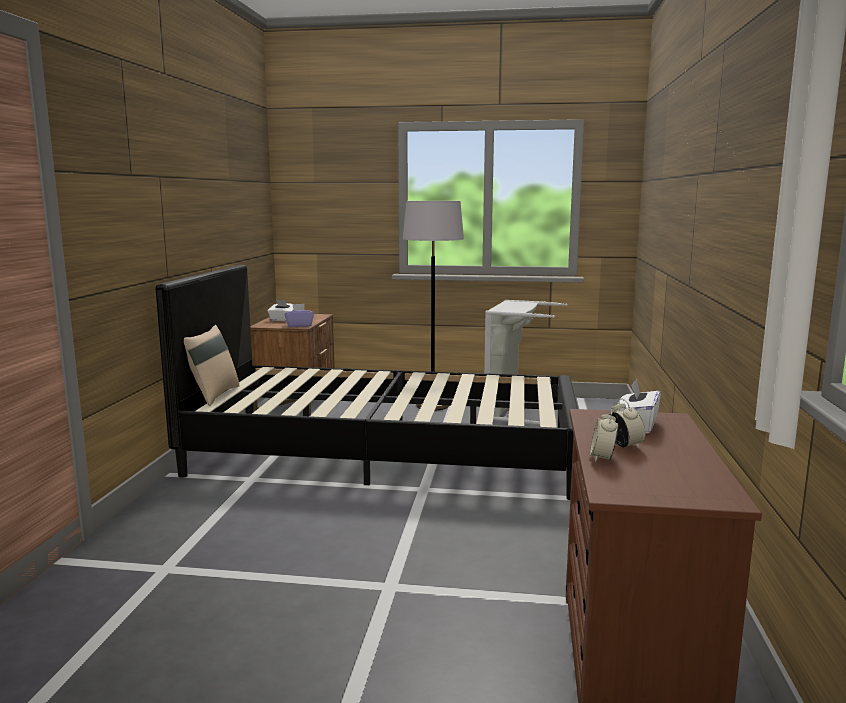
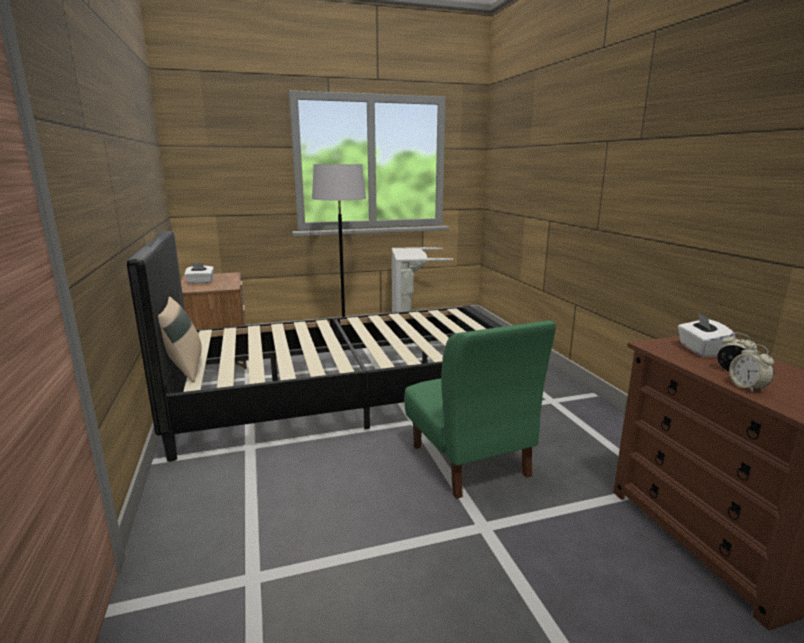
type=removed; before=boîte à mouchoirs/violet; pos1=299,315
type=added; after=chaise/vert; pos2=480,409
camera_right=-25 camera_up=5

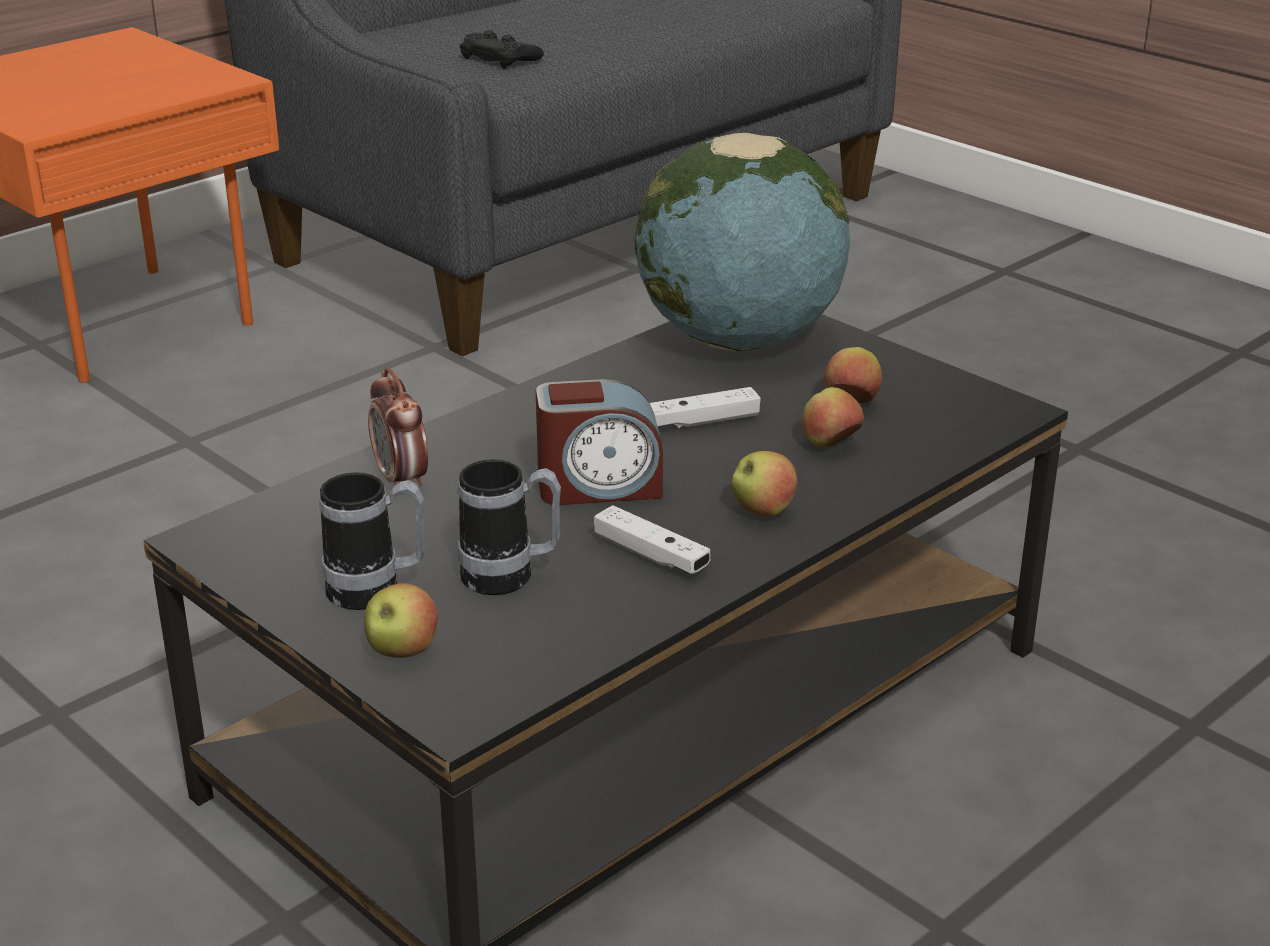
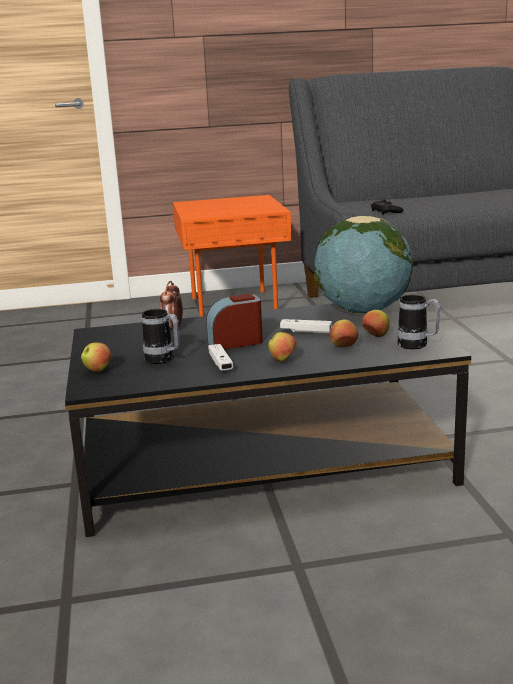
type=moved; before=mug; pos1=372,541; pos2=419,322
type=turned; before=réveil; pos1=599,442; pos2=234,321; turn=135
camera_right=35 camera_up=-10

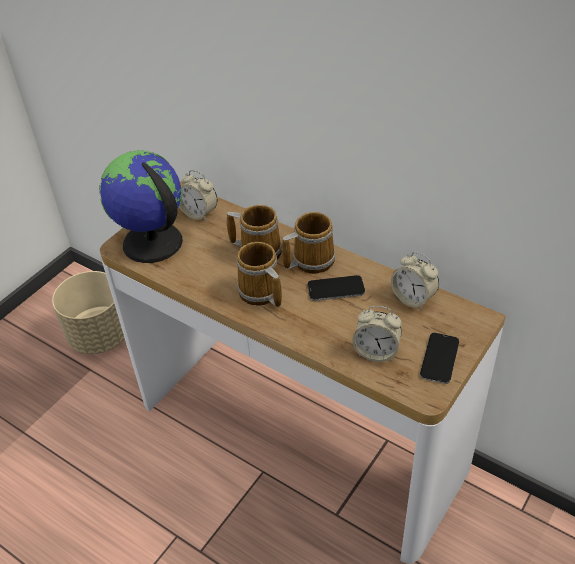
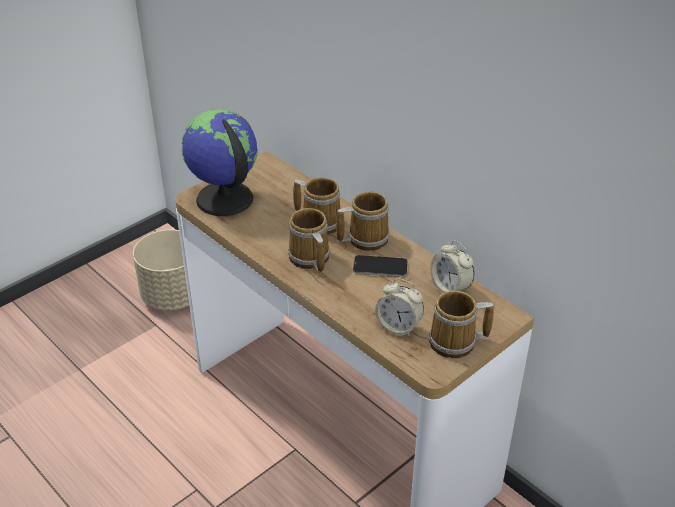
type=removed; before=réveil; pos1=198,196
type=replaced; before=téléphone; after=mug; pos1=439,358; pos2=461,324
camera_right=10 camera_up=-5

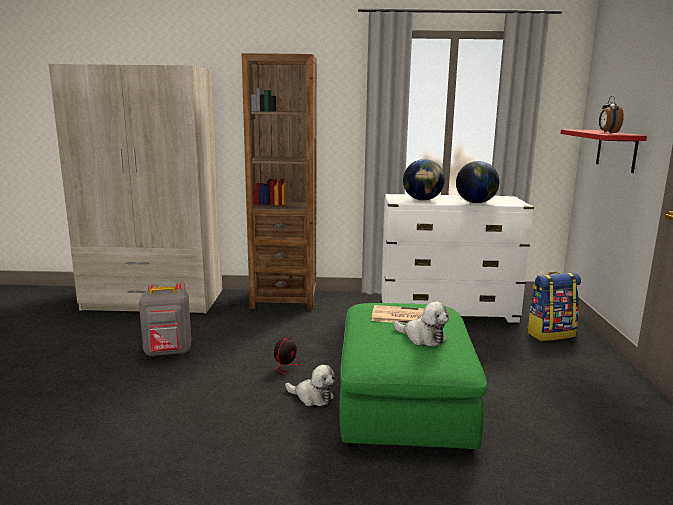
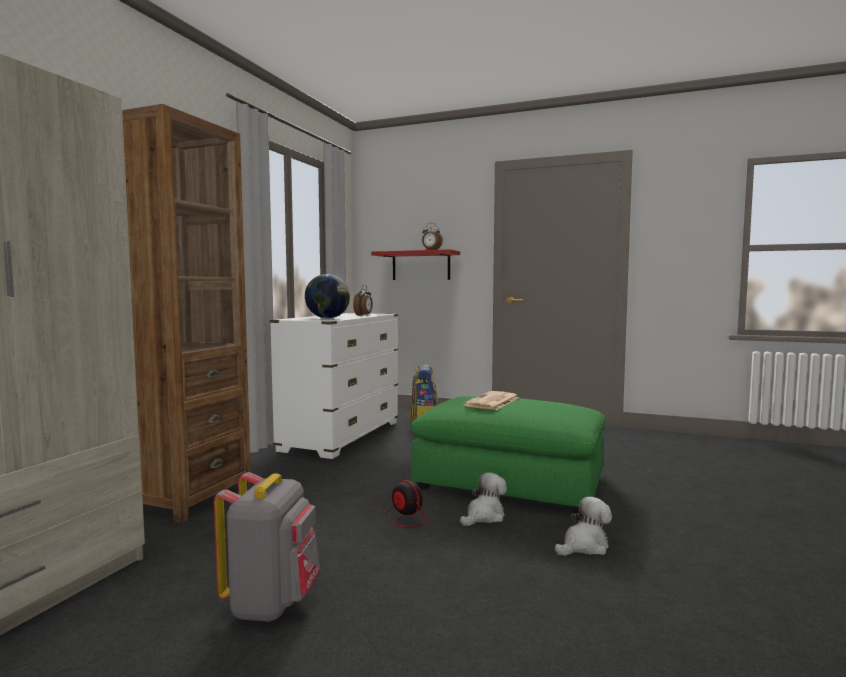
type=moved; before=peluche; pos1=421,324; pos2=583,526
type=replaced; before=globe; after=réveil; pos1=477,182; pos2=363,300
camera_right=-70 camera_up=-10

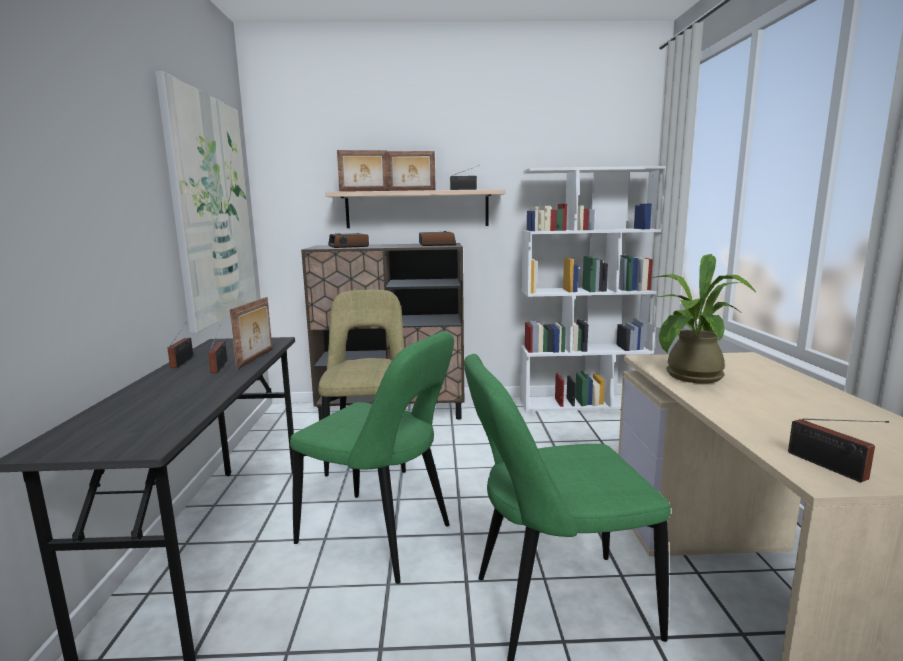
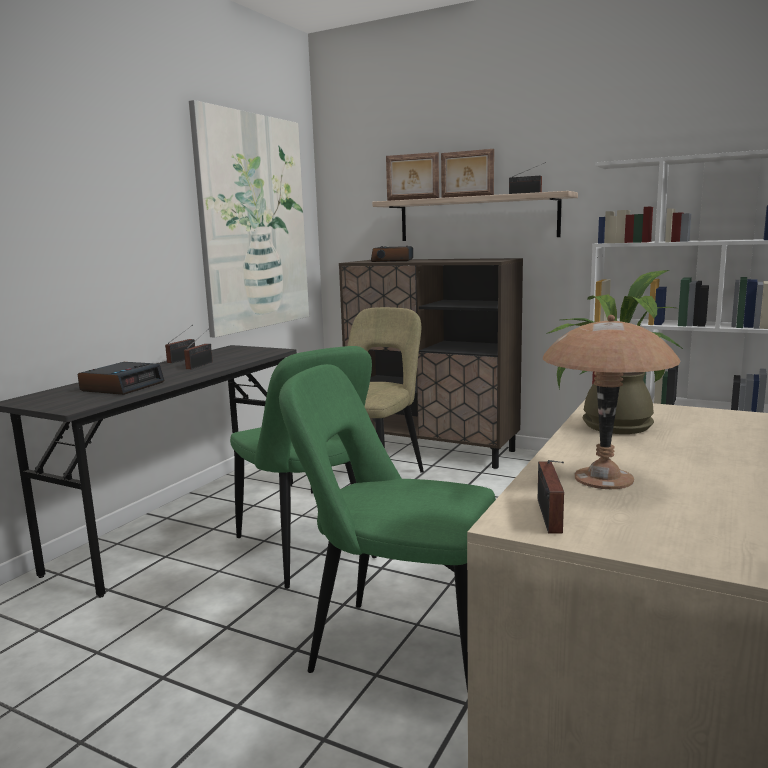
type=removed; before=cadre photo; pos1=251,333
type=added; after=lampe de table/marron; pos2=612,402
type=moved; before=réveil; pos1=437,238; pos2=121,378
camera_right=30 camera_up=0

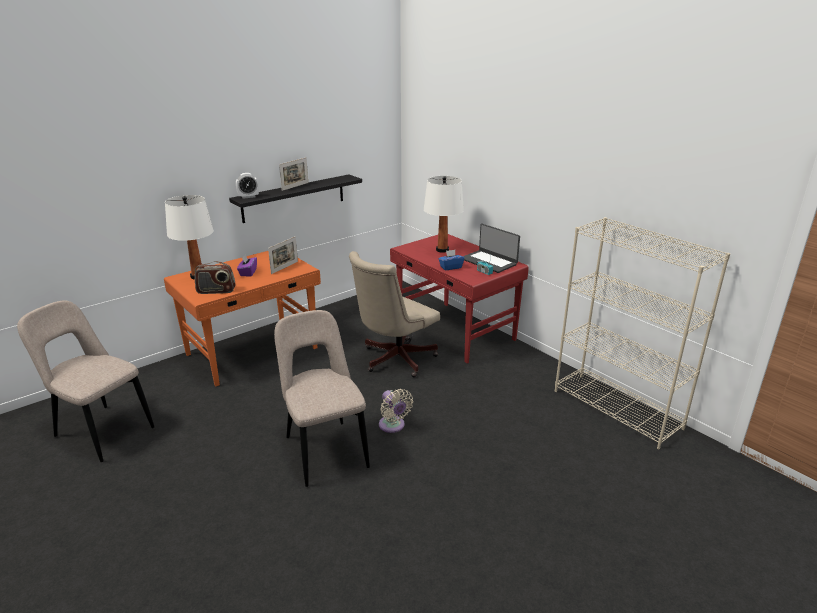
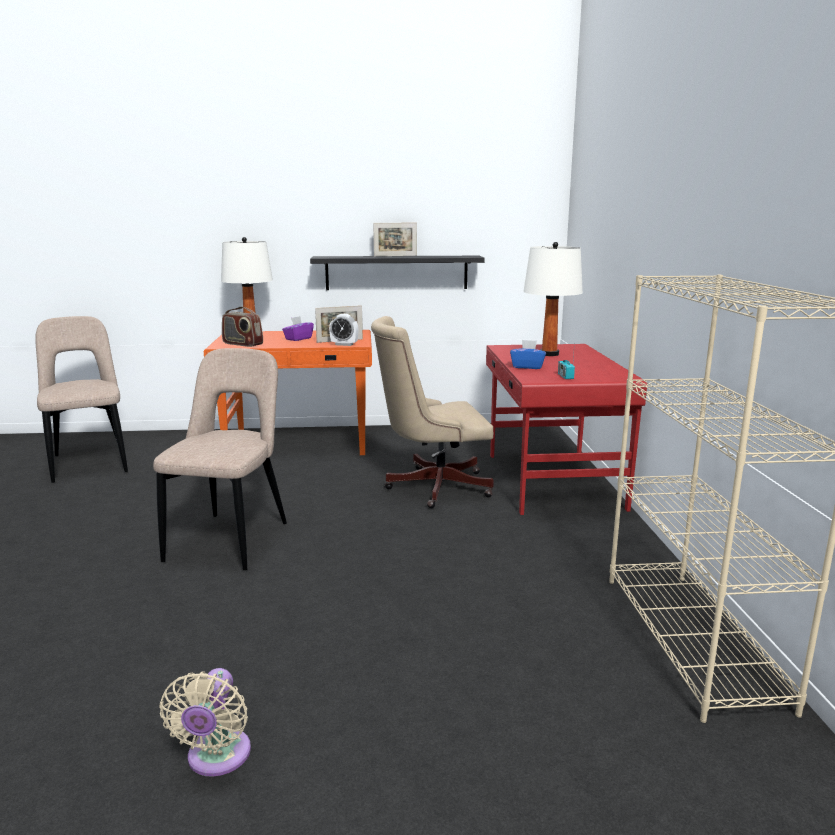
type=removed; before=ordinateur portable; pos1=491,248
type=moved; before=réveil; pos1=247,186; pos2=343,330
type=moved; before=ventilateur/beige; pos1=396,411; pos2=205,722
camera_right=35 camera_up=-10

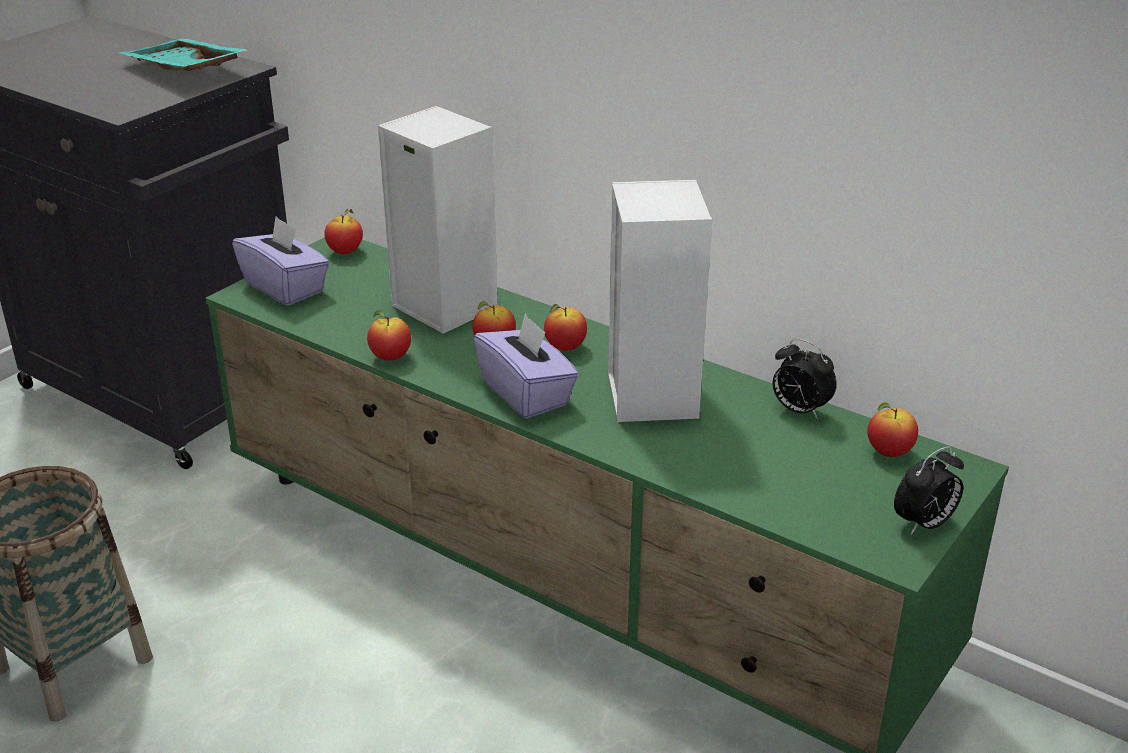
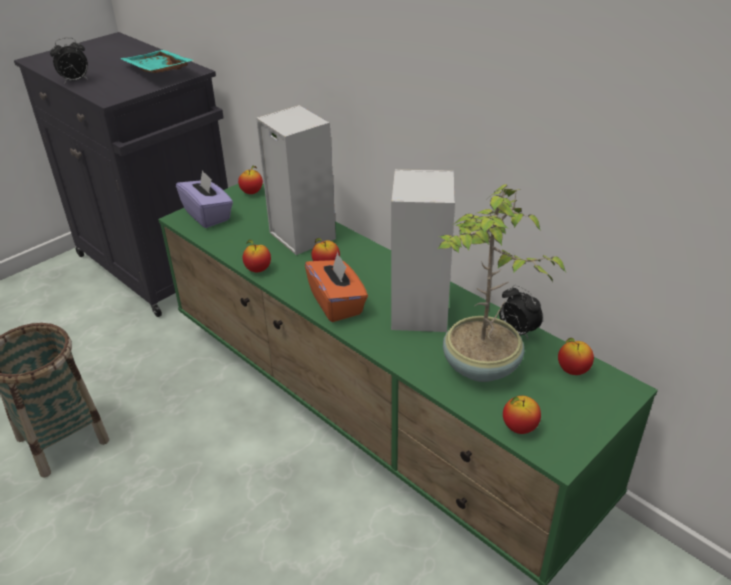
type=added; after=plante en pot; pos2=502,283
type=moved; before=pomme; pos1=565,327; pos2=522,415
type=moved; before=réveil; pos1=929,490; pos2=69,60
type=recoloured; before=boîte à mouchoirs/violet; after=boîte à mouchoirs/orange; pos1=526,366; pos2=336,287
camera_right=10 camera_up=5

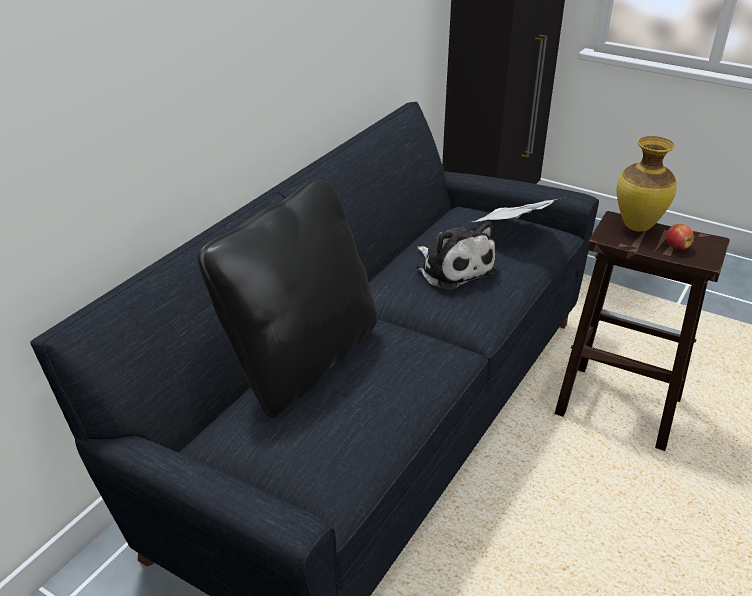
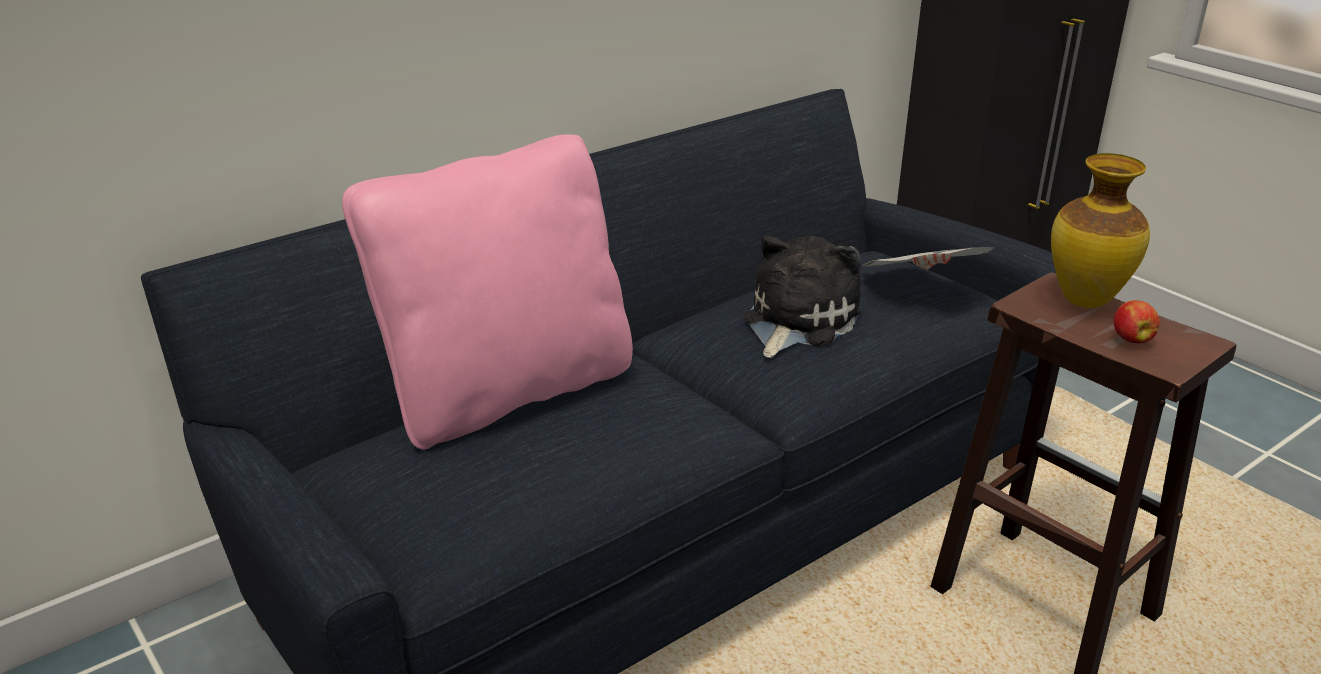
type=recoloured; before=coussin/noir; after=coussin/rose; pos1=287,297; pos2=487,291
type=turned; before=peluche; pos1=456,256; pos2=802,297; turn=-135
camera_right=20 camera_up=-5

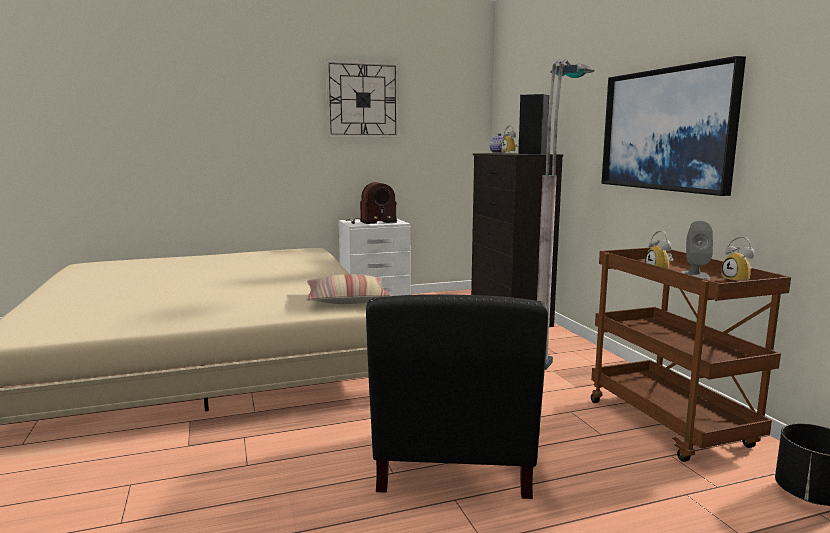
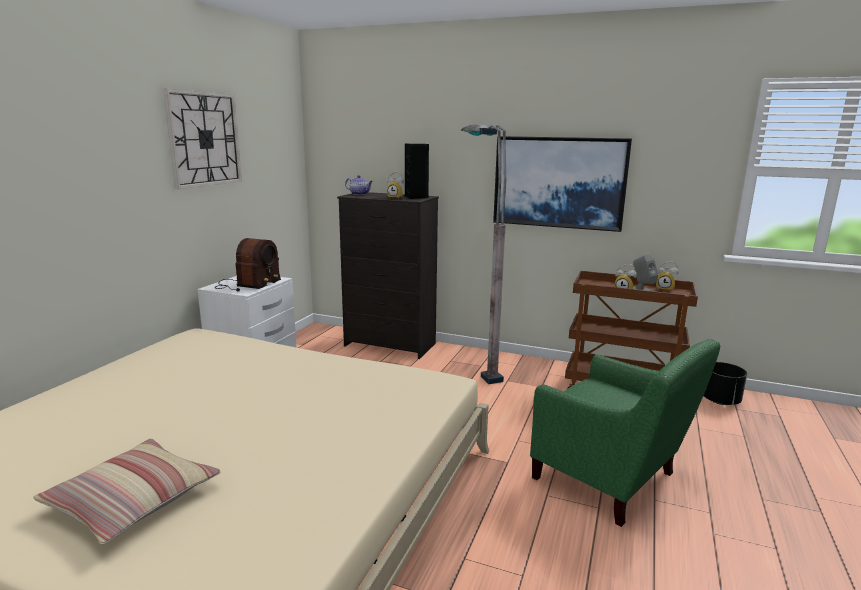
type=moved; before=coussin; pos1=348,289; pos2=127,492
type=recoloured; before=fauteuil/noir; after=fauteuil/vert; pos1=457,396; pos2=625,433
camera_right=-50 camera_up=5

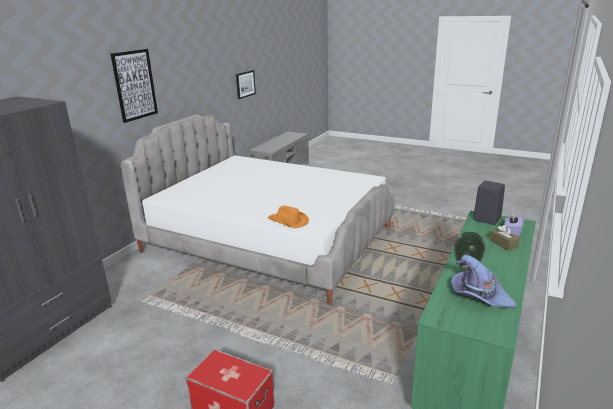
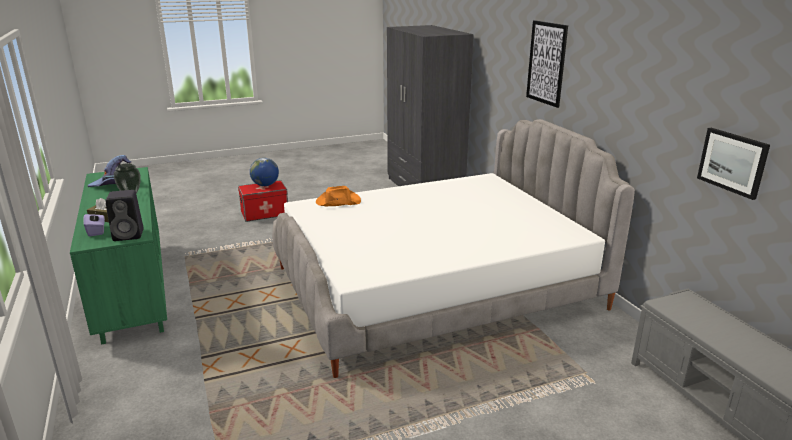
type=added; after=globe; pos2=264,172
camera_right=130 camera_up=0

